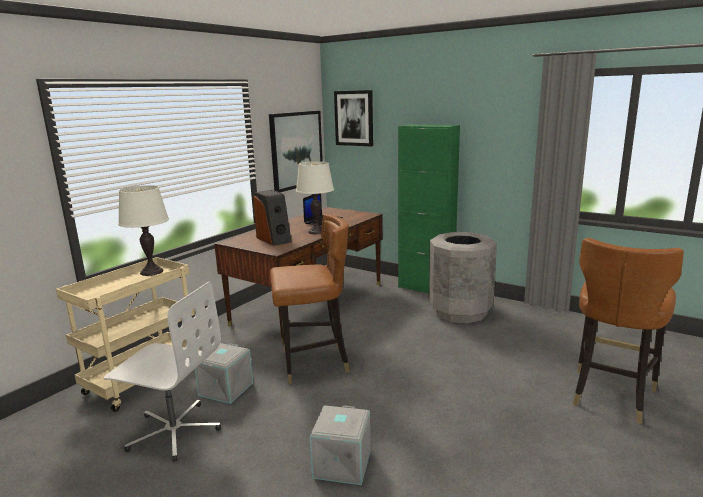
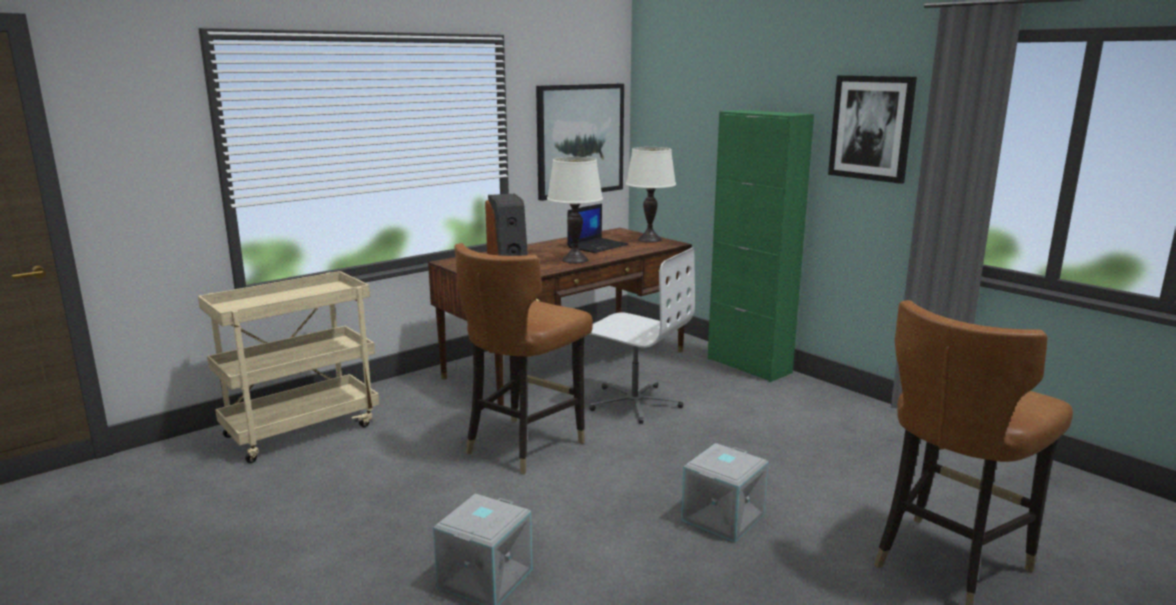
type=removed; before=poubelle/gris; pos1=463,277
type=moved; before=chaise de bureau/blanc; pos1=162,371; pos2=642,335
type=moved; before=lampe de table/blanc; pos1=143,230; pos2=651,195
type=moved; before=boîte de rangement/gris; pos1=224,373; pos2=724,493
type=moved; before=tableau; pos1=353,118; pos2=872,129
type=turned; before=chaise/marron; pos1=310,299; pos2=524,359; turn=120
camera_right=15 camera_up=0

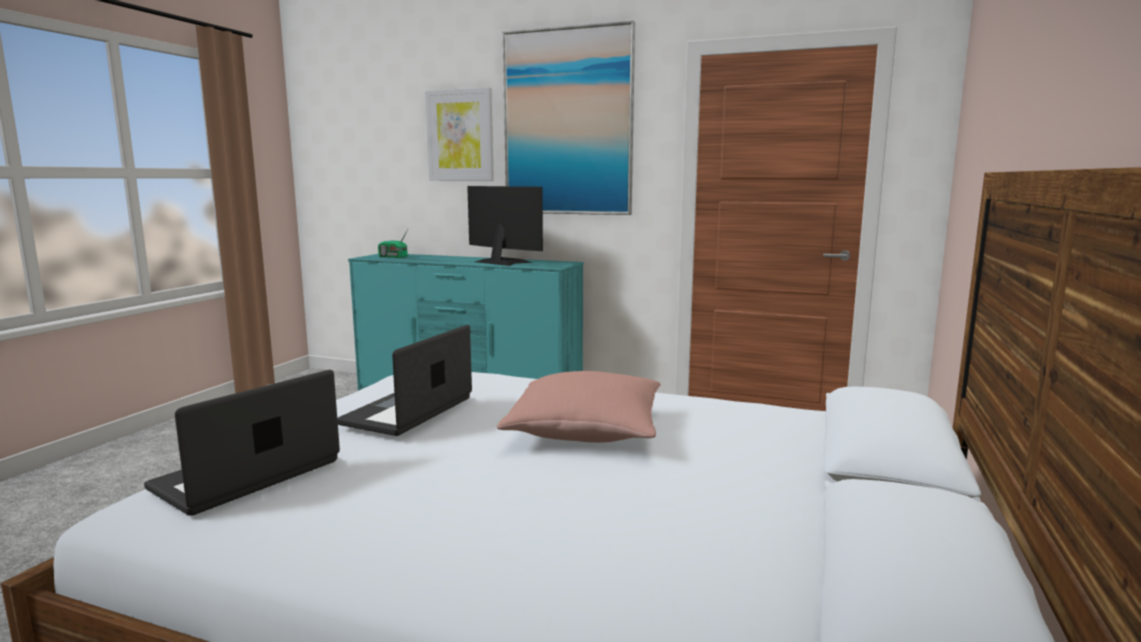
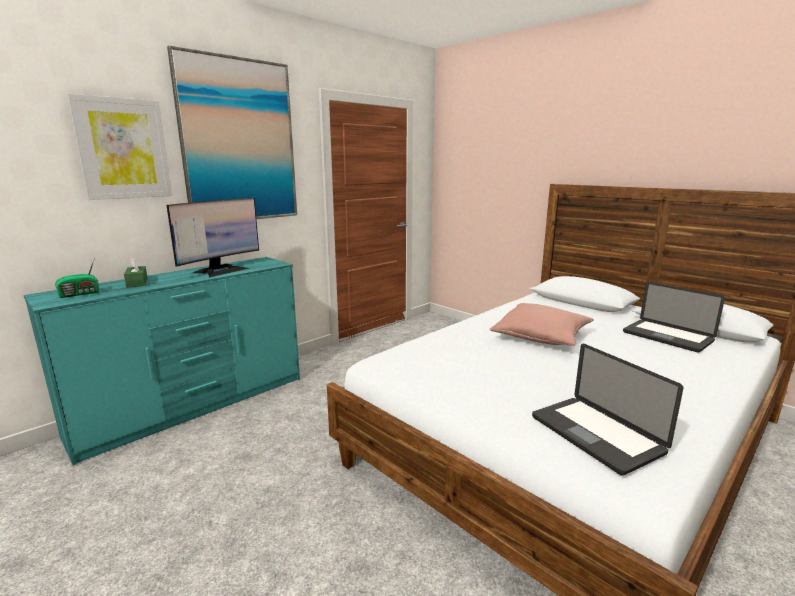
type=added; after=boîte à mouchoirs/vert; pos2=136,272
type=moved; before=ordinateur portable; pos1=404,380; pos2=674,317
type=turned; before=écran d'ordinateur; pos1=505,226; pos2=213,237; turn=150
camera_right=-65 camera_up=5

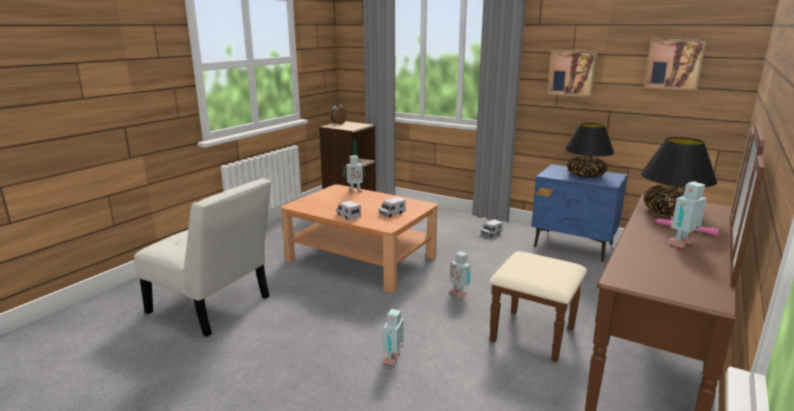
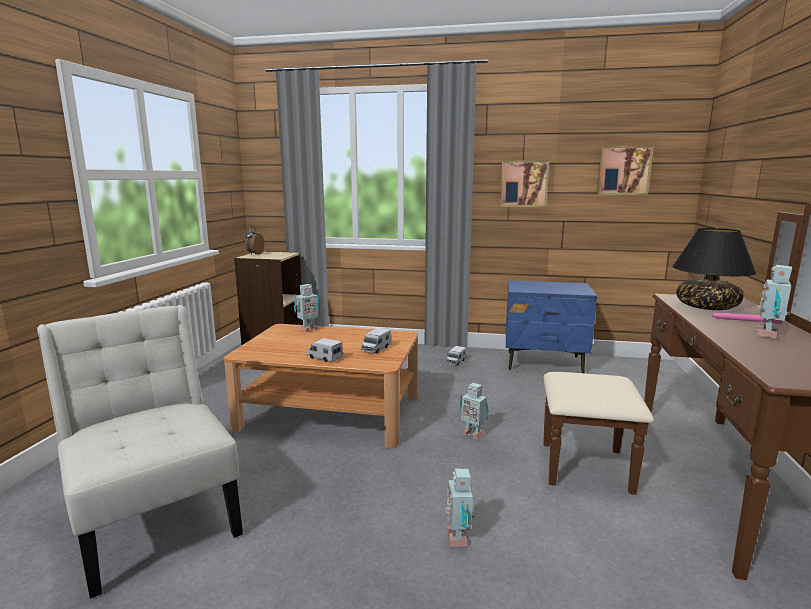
type=removed; before=lampe de table/noir; pos1=589,150
type=turned; before=chaise/blanc; pos1=202,257; pos2=140,452; turn=-135
camera_right=-20 camera_up=-5

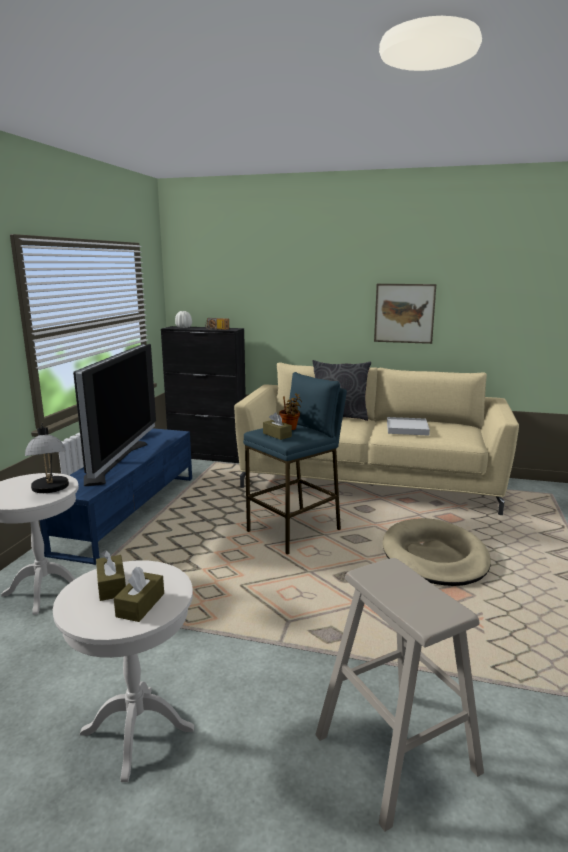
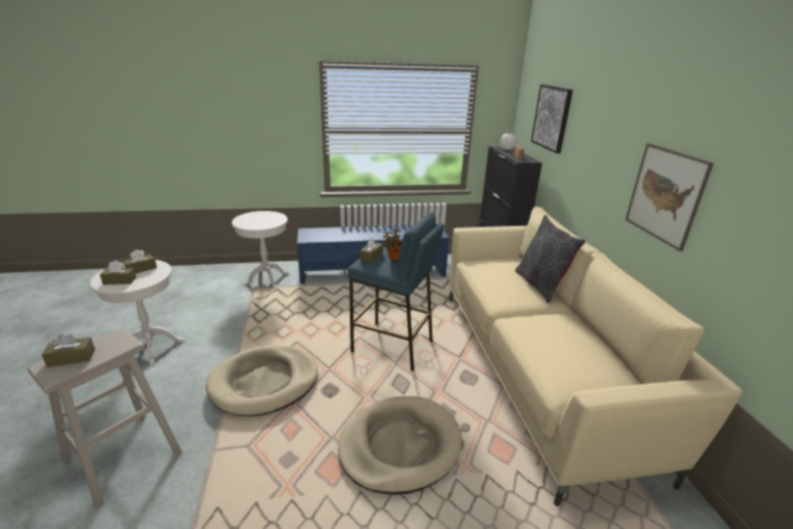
type=removed; before=lampe de table; pos1=47,457
type=removed; before=téléviseur; pos1=114,415
type=removed; before=plateau/blanc; pos1=408,426
type=added; after=boîte à mouchoirs/marron; pos2=68,350
type=added; after=panier pour chien/beige; pos2=262,381
type=added; after=tableau; pos2=552,118
camera_right=65 camera_up=10

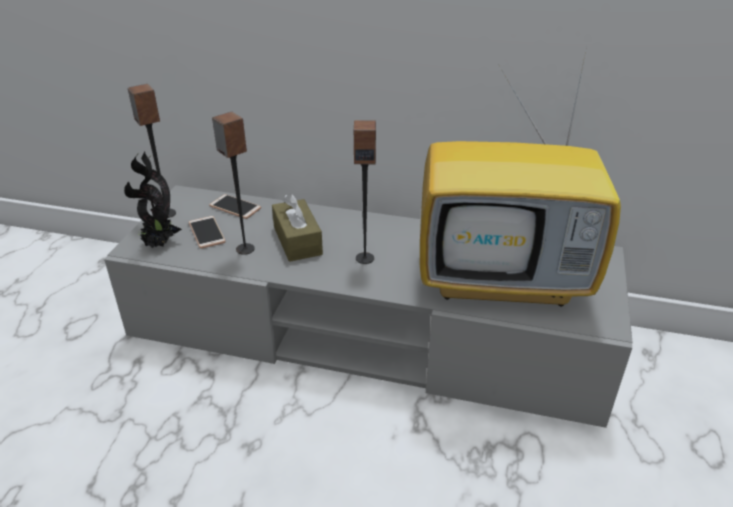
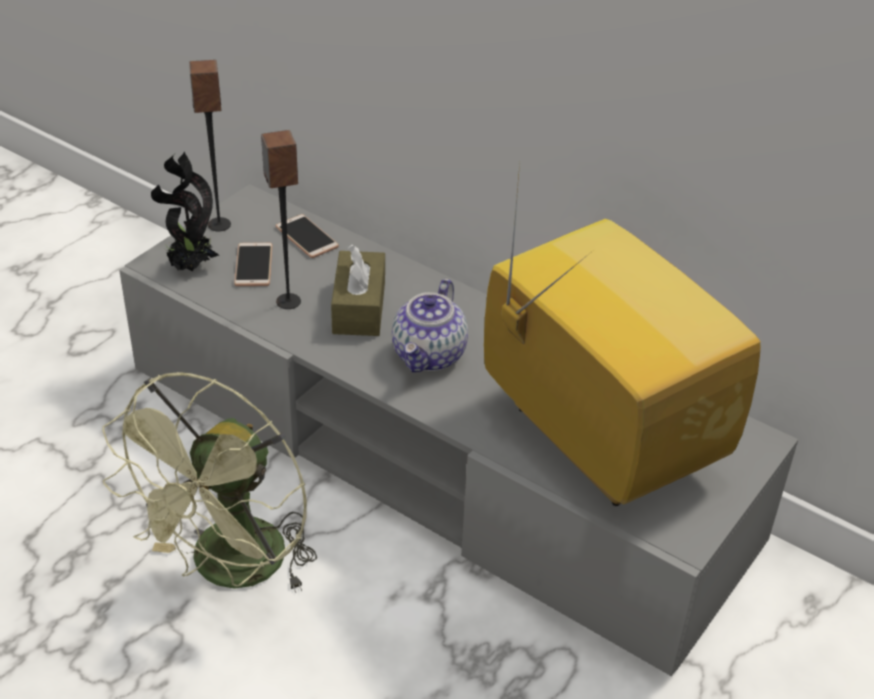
type=added; after=ventilateur/vert; pos2=209,482
type=replaced; before=enceinte; after=théière; pos1=365,192; pos2=430,325
type=turned; before=téléviseur; pos1=520,177; pos2=622,335; turn=-150
camera_right=20 camera_up=5

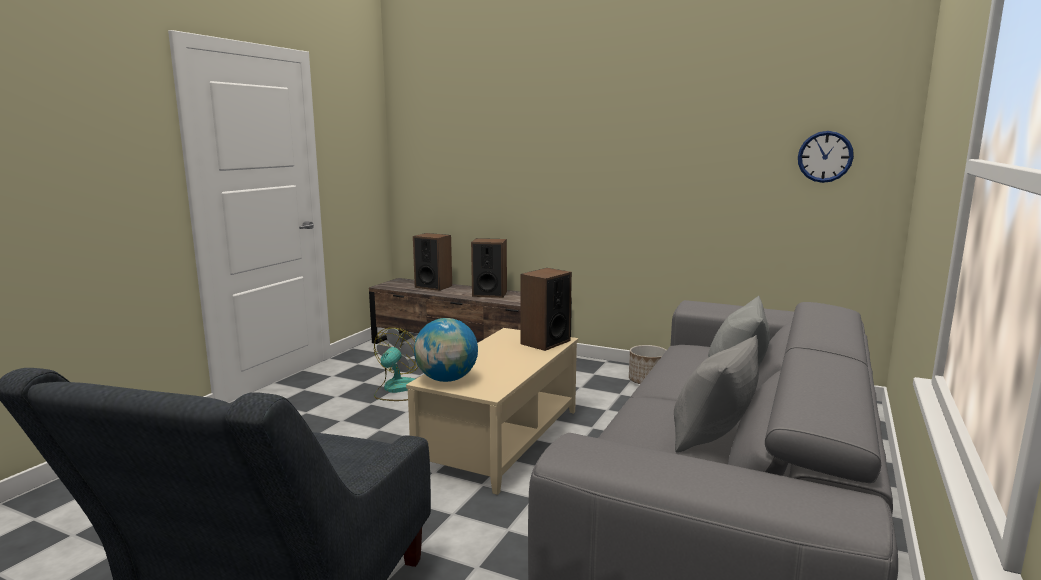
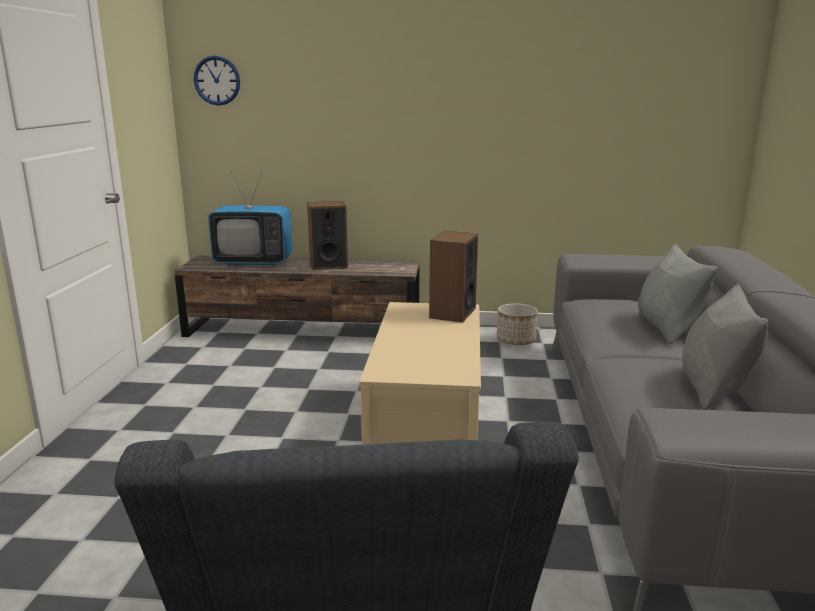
type=removed; before=ventilateur; pos1=396,364
type=removed; before=globe; pos1=446,350
type=moved; before=horloge murale; pos1=826,157; pos2=217,80
type=replaced; before=enceinte; after=téléviseur; pos1=432,262; pos2=250,218
camera_right=-20 camera_up=5

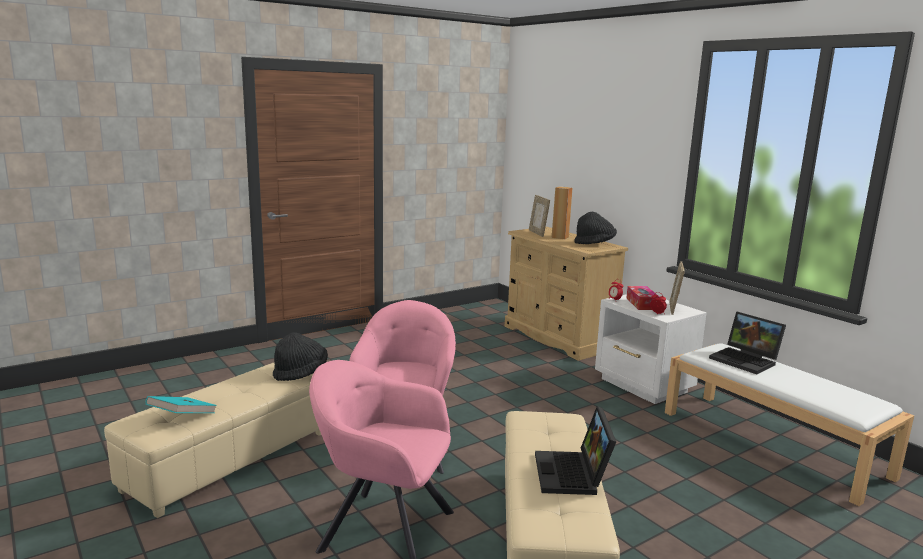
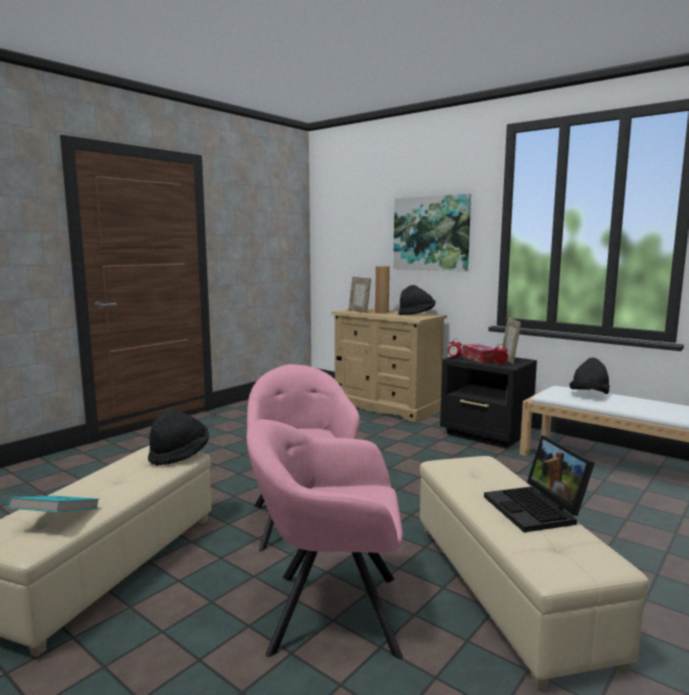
type=added; after=tableau; pos2=432,232
type=replaced; before=ordinateur portable; after=chapeau/noir; pos1=747,342; pos2=590,376
type=recoloured; before=table de chevet/blanc; after=table de chevet/noir; pos1=650,349; pos2=488,401
camera_right=-15 camera_up=-5

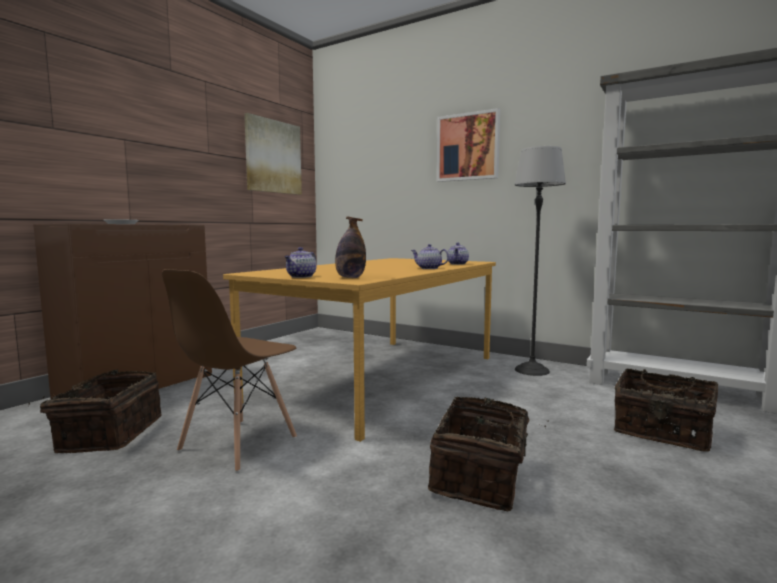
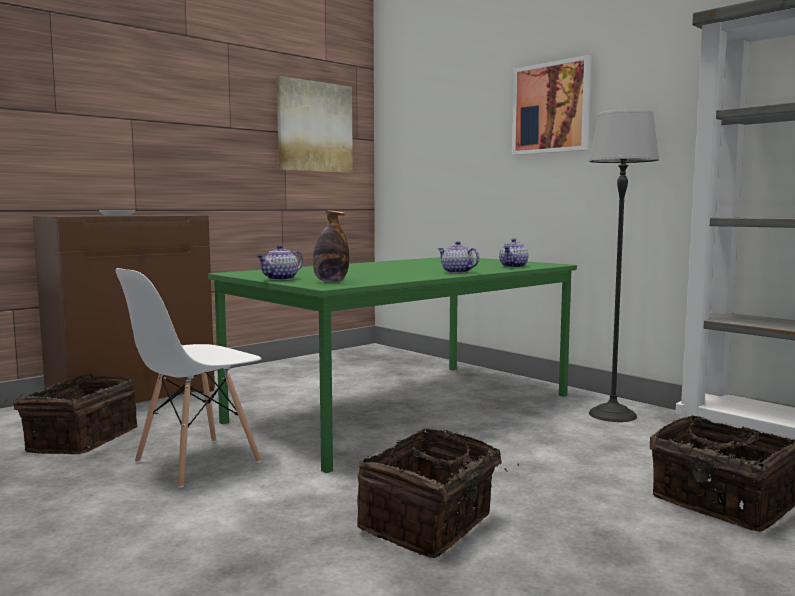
type=recoloured; before=chaise/marron; after=chaise/blanc; pos1=229,370; pos2=188,378
type=recoloured; before=table à manger/orange; after=table à manger/vert; pos1=359,350; pos2=392,365
camera_right=15 camera_up=0

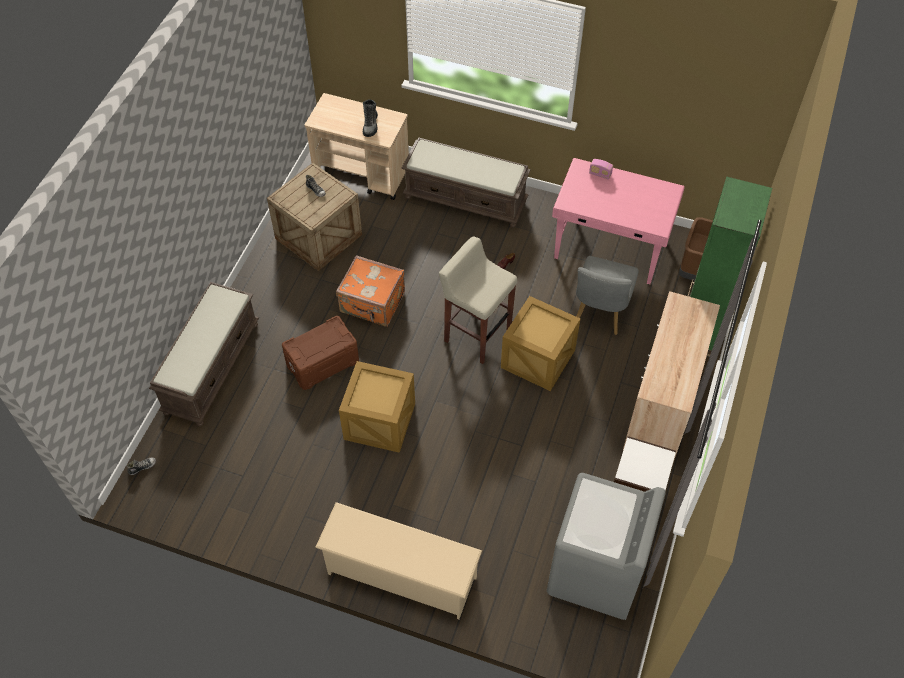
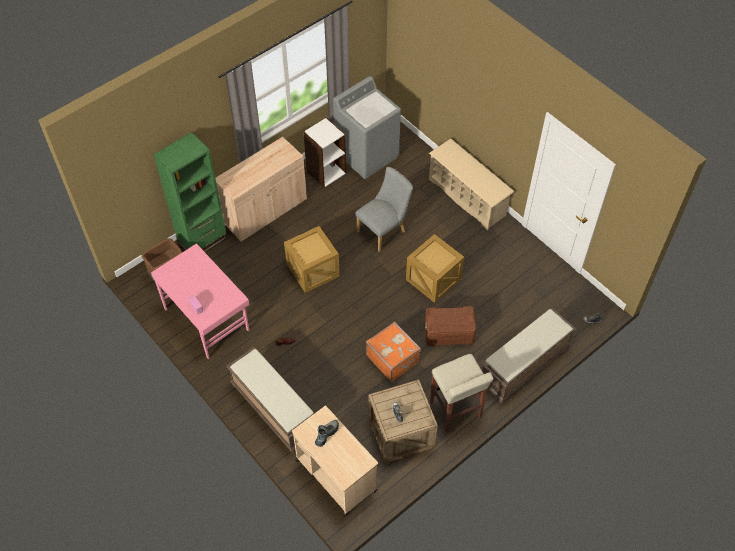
type=moved; before=tabouret/beige; pos1=478,300; pos2=462,393
type=moved; before=chaise/gris; pos1=607,295; pos2=384,209
camera_right=-150 camera_up=0

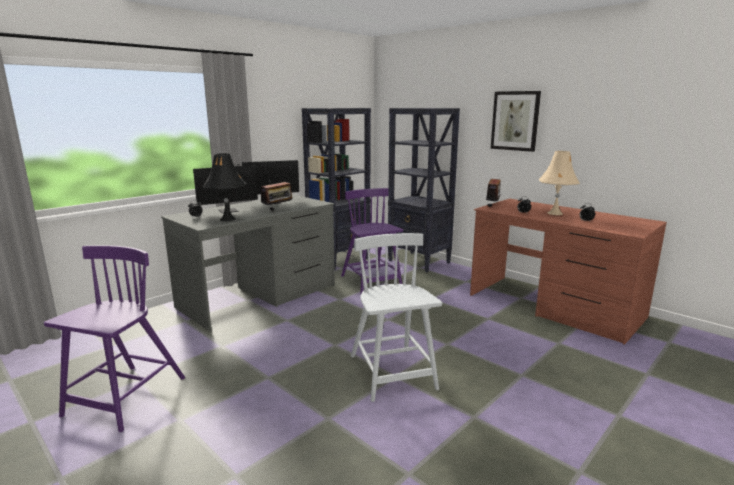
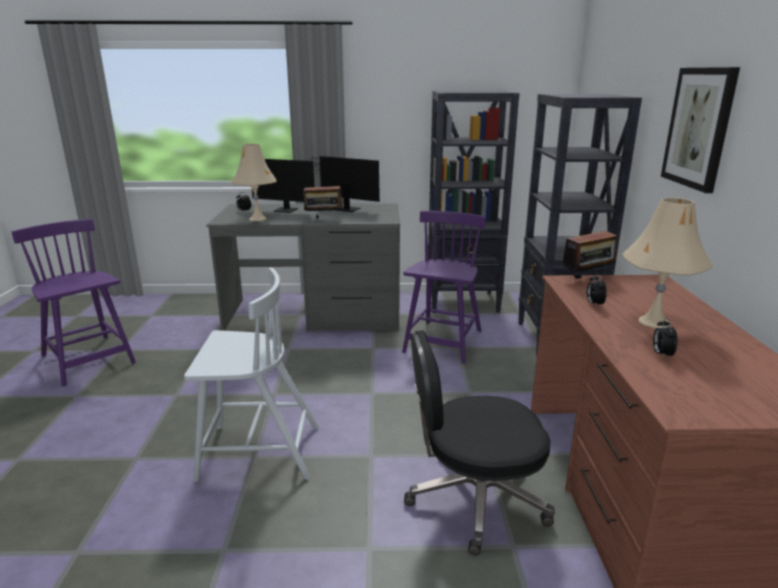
type=added; after=chaise de bureau/noir; pos2=479,443
type=recoloured; before=lampe de table/noir; after=lampe de table/beige; pos1=224,187; pos2=254,182
type=turned; before=chaise/violet; pos1=114,338; pos2=74,302; turn=-105
type=turned; before=chaise/blanc; pos1=396,317; pos2=251,375; turn=60
camera_right=45 camera_up=5

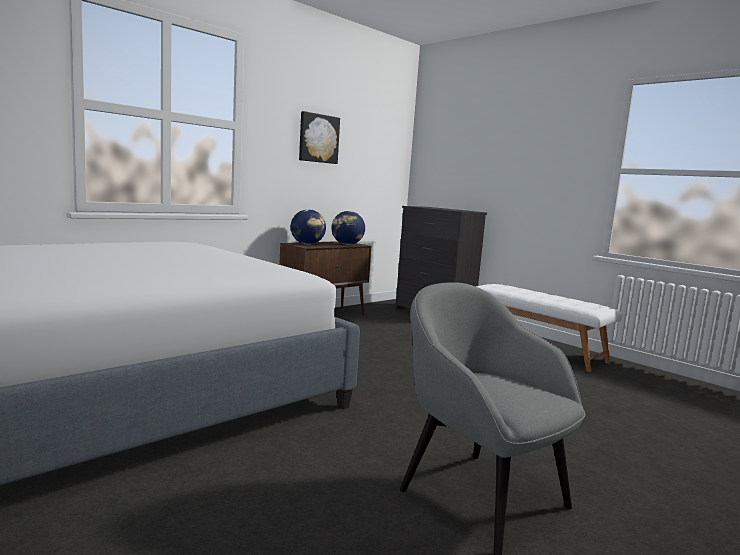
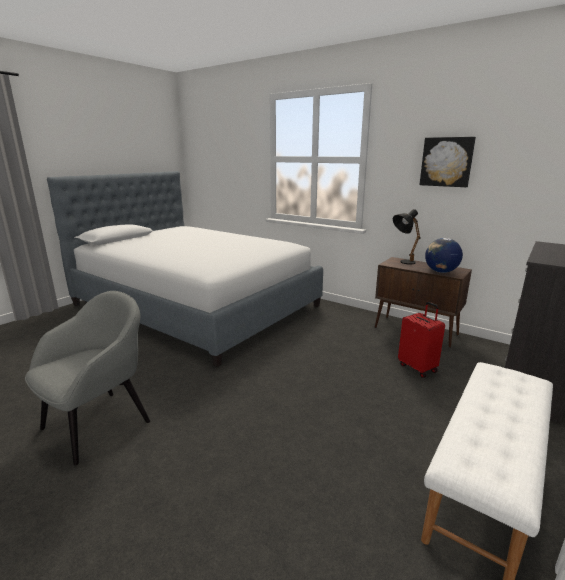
type=added; after=valise/rouge; pos2=421,340
type=replaced; before=globe; after=lampe de table/noir; pos1=308,227; pos2=407,237
camera_right=80 camera_up=10

